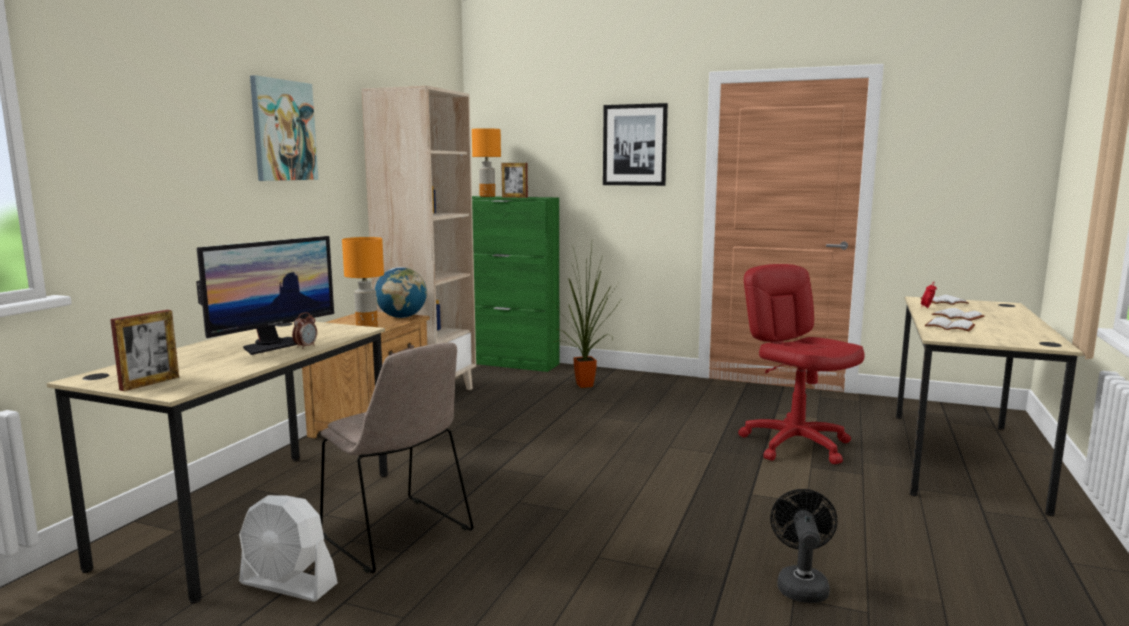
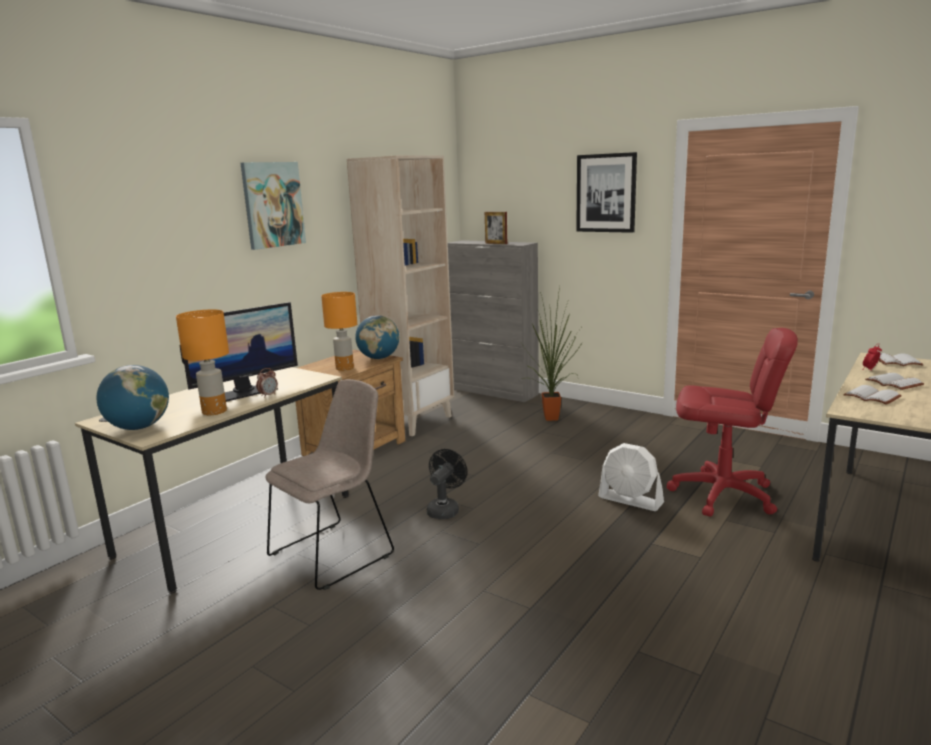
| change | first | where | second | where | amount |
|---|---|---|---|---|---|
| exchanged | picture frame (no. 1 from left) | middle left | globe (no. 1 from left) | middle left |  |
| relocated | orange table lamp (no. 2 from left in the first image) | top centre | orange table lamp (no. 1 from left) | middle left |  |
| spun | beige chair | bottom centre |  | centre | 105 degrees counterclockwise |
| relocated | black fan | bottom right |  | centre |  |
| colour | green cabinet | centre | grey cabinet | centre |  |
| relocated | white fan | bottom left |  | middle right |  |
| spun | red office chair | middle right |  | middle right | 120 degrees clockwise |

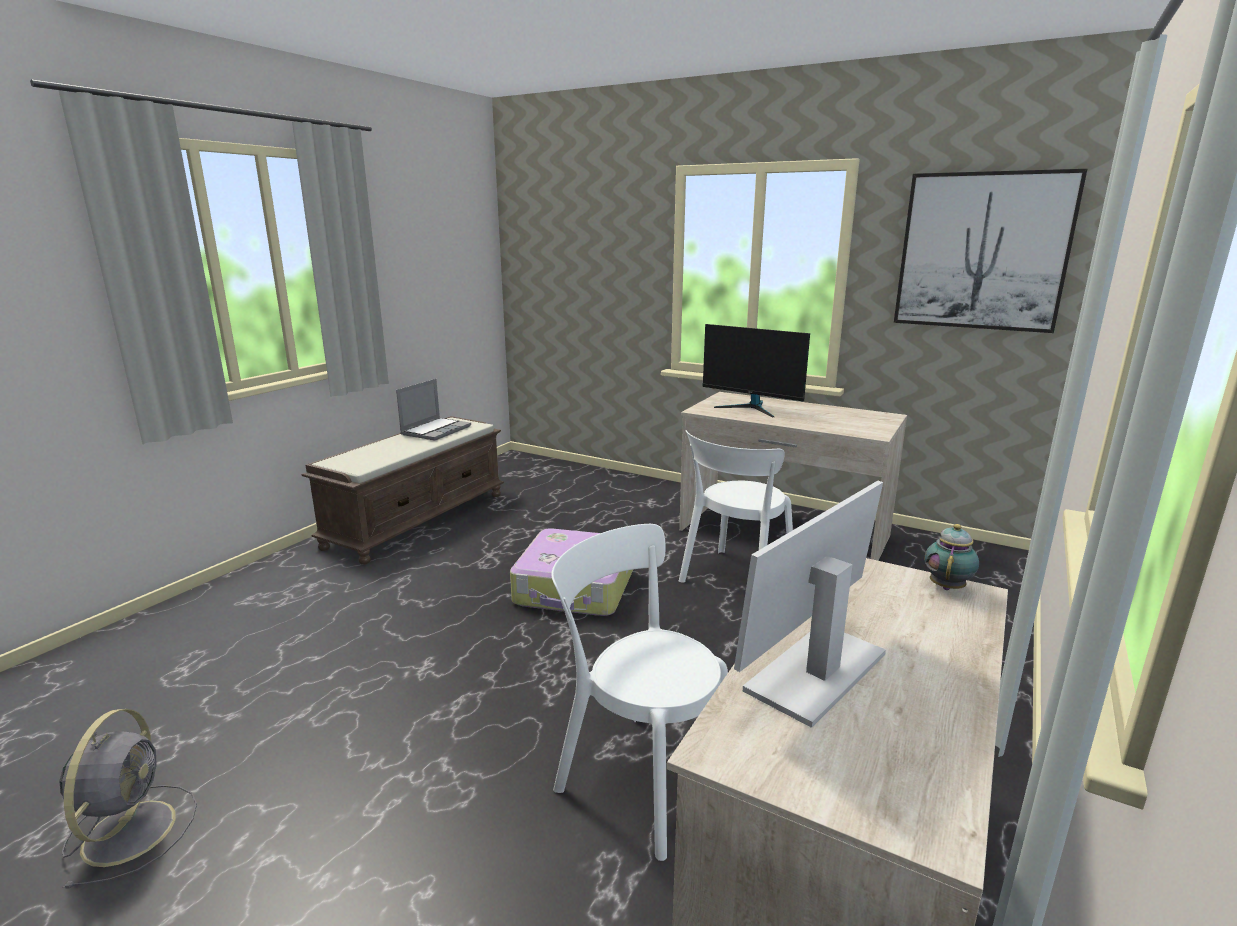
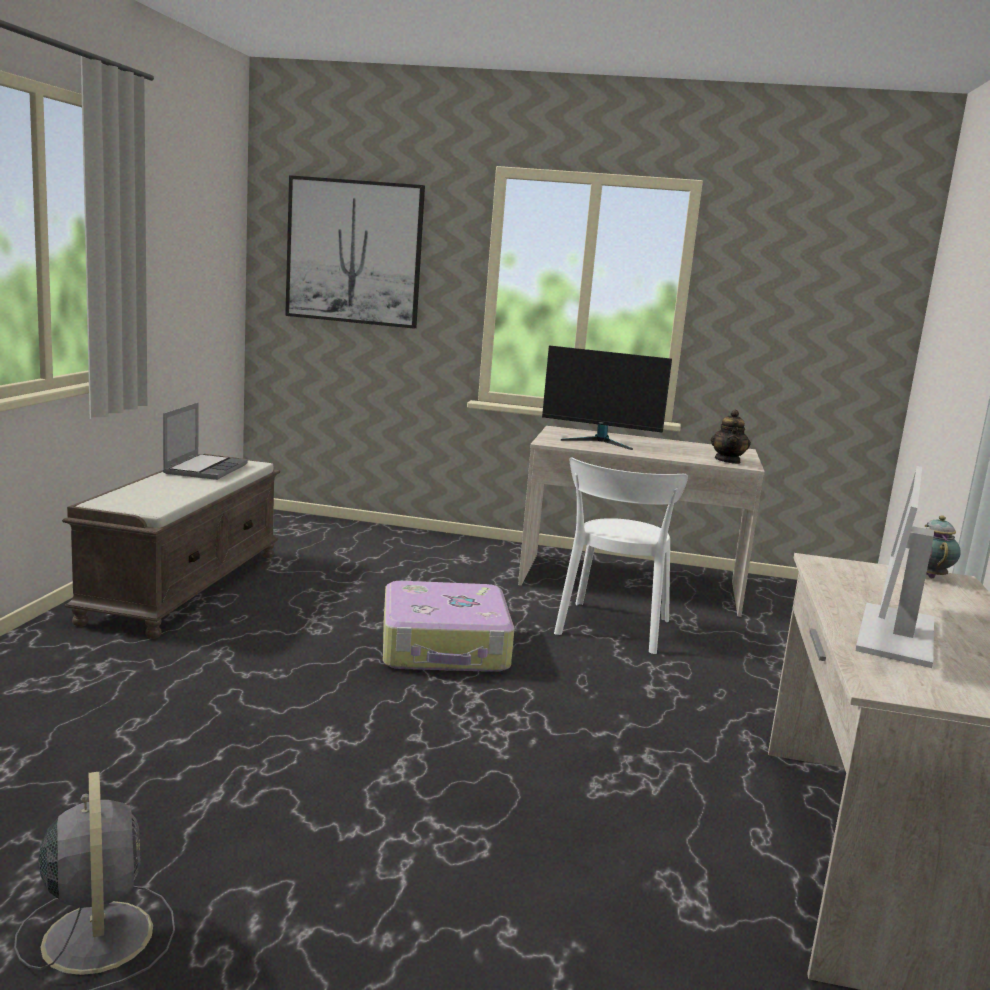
| change | first | where | second | where | amount |
|---|---|---|---|---|---|
| relocated | picture | top right |  | top centre |  |
| appeared |  |  | teapot (no. 1 from left) | middle right |  |
| missing | white chair (no. 1 from left) | bottom centre |  |  |  |

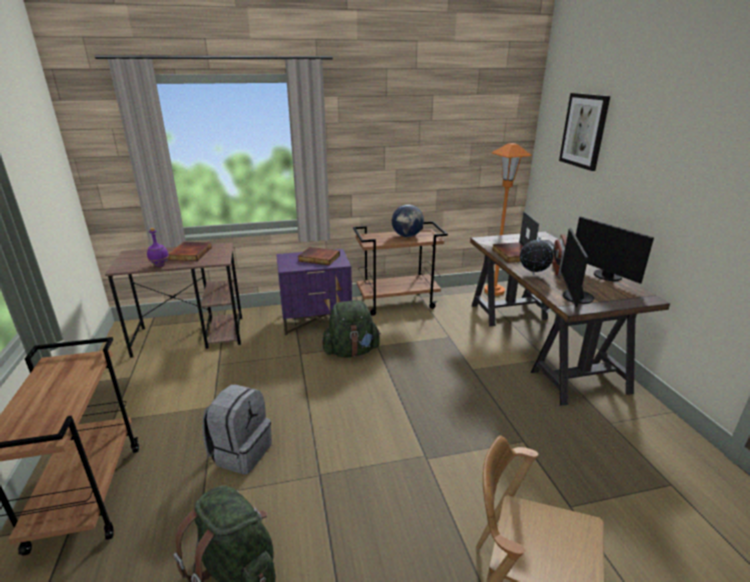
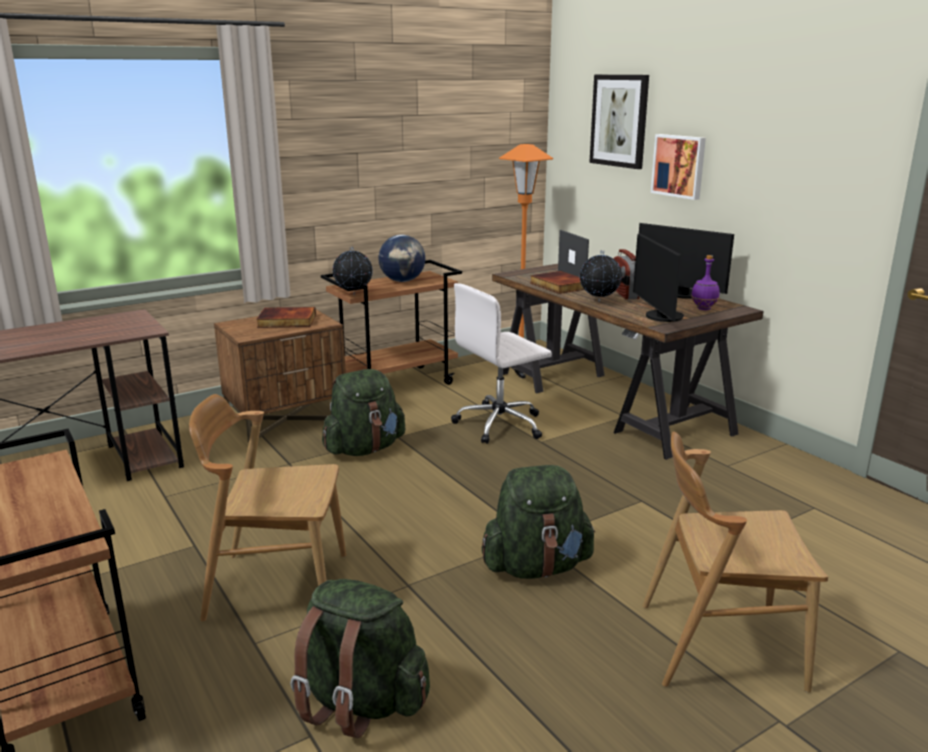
| change | first | where | second | where | amount |
|---|---|---|---|---|---|
| exchanged | grey backpack | bottom left | brown chair (no. 1 from left) | bottom left |  |
| colour | purple nightstand | centre | brown nightstand | middle left |  |
| appeared |  |  | globe (no. 1 from left) | centre |  |
| appeared |  |  | white office chair | centre |  |
| appeared |  |  | green backpack (no. 3 from left) | bottom centre |  |
| appeared |  |  | picture (no. 2 from left) | top right |  |
| relocated | purple bottle | middle left |  | middle right |  |
| missing | book (no. 1 from left) | middle left |  |  |  |

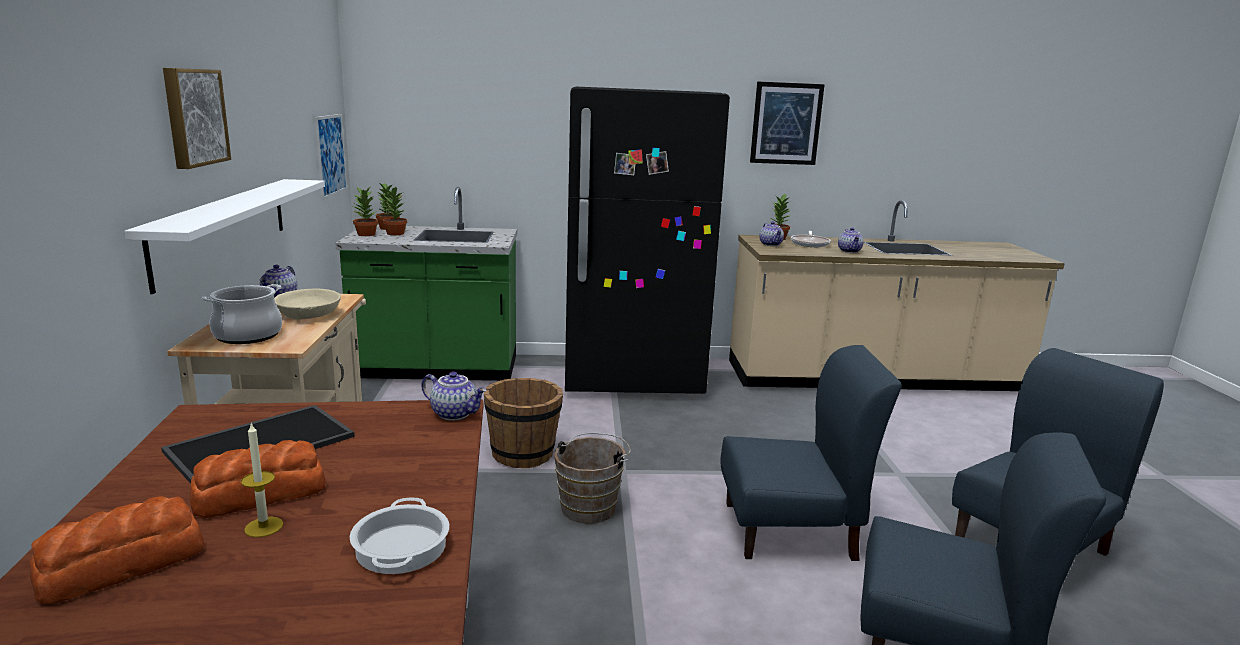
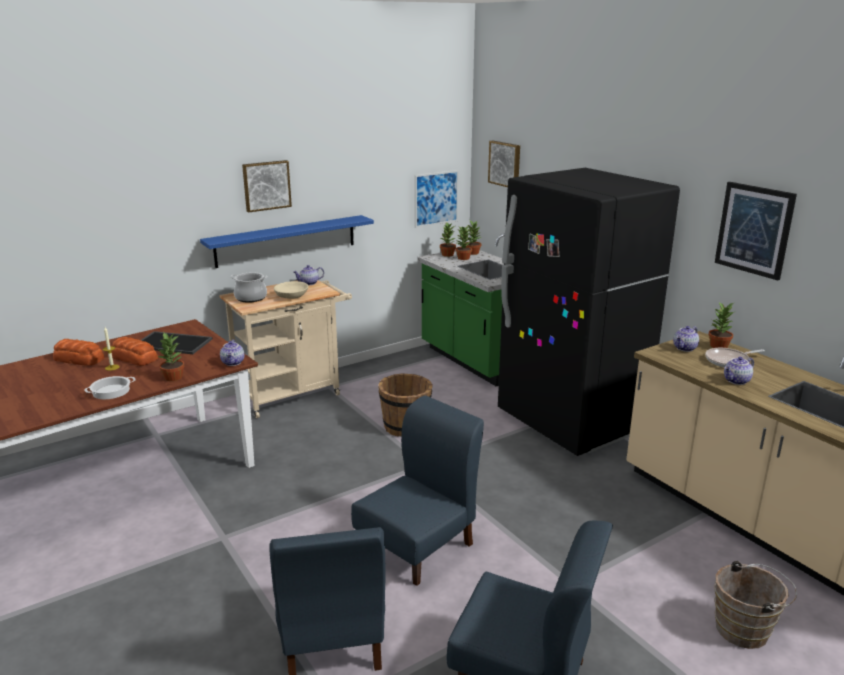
| change | first | where | second | where | amount |
|---|---|---|---|---|---|
| appeared |  |  | potted plant (no. 1 from left) | middle left |  |
| colour | white shelf | middle left | blue shelf | centre |  |
| spun | blue chair (no. 1 from left in the first image) | bottom centre | blue chair (no. 2 from left) | bottom centre | 105 degrees counterclockwise |
| appeared |  |  | picture (no. 3 from left) | top centre |  |
| relocated | brown bucket (no. 2 from left) | bottom centre |  | bottom right |  |

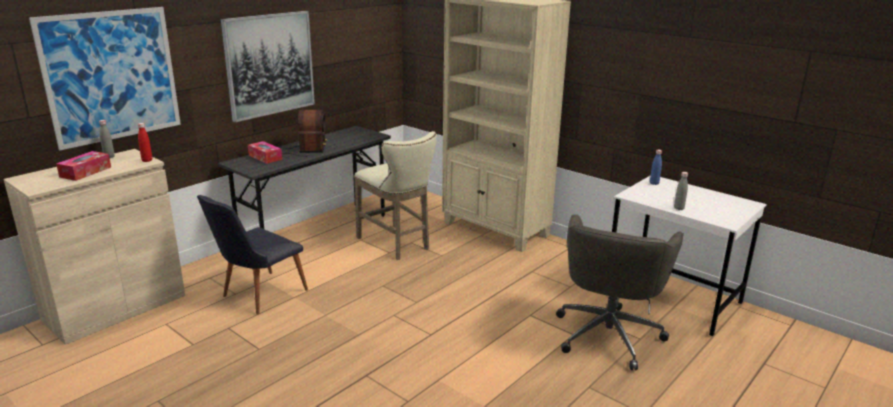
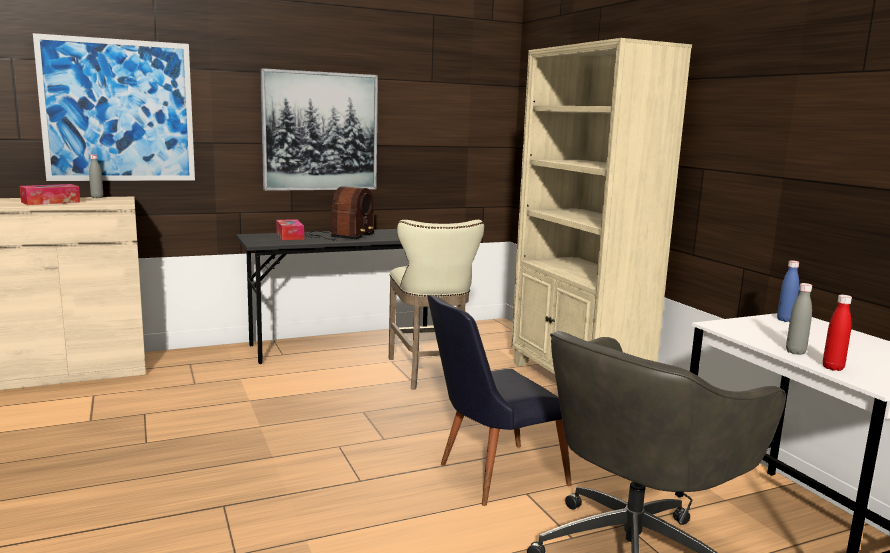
| change | first | where | second | where | amount |
|---|---|---|---|---|---|
| relocated | black chair | middle left |  | bottom centre |  |
| relocated | red bottle | middle left |  | middle right |  |

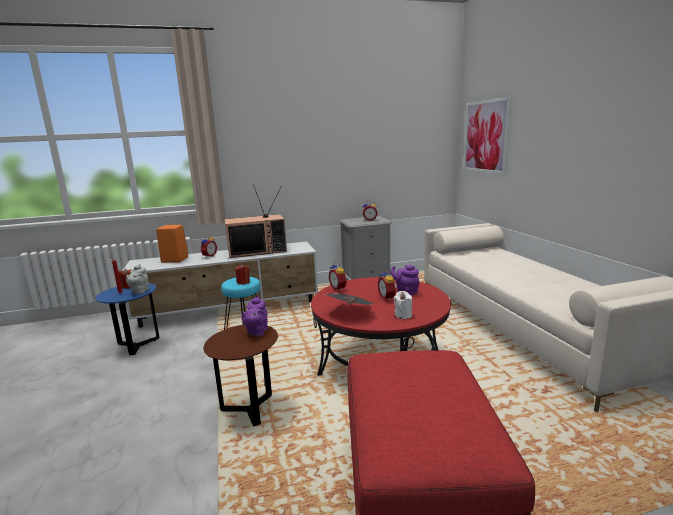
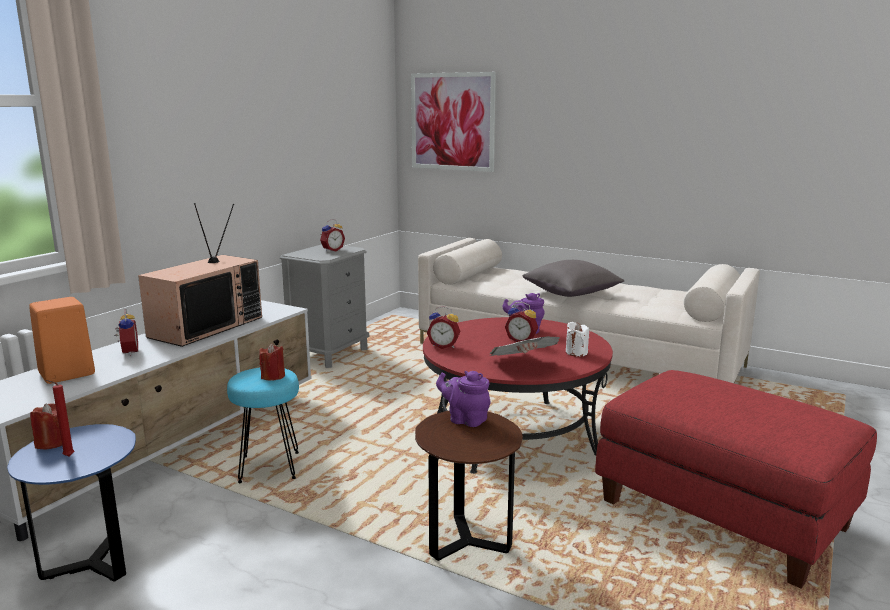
| change | first | where | second | where | amount |
|---|---|---|---|---|---|
| spun | purple teapot (no. 1 from left) | centre |  | centre | 150 degrees clockwise |
| appeared |  |  | grey pillow | centre |  |
| missing | grey teapot | middle left |  |  |  |

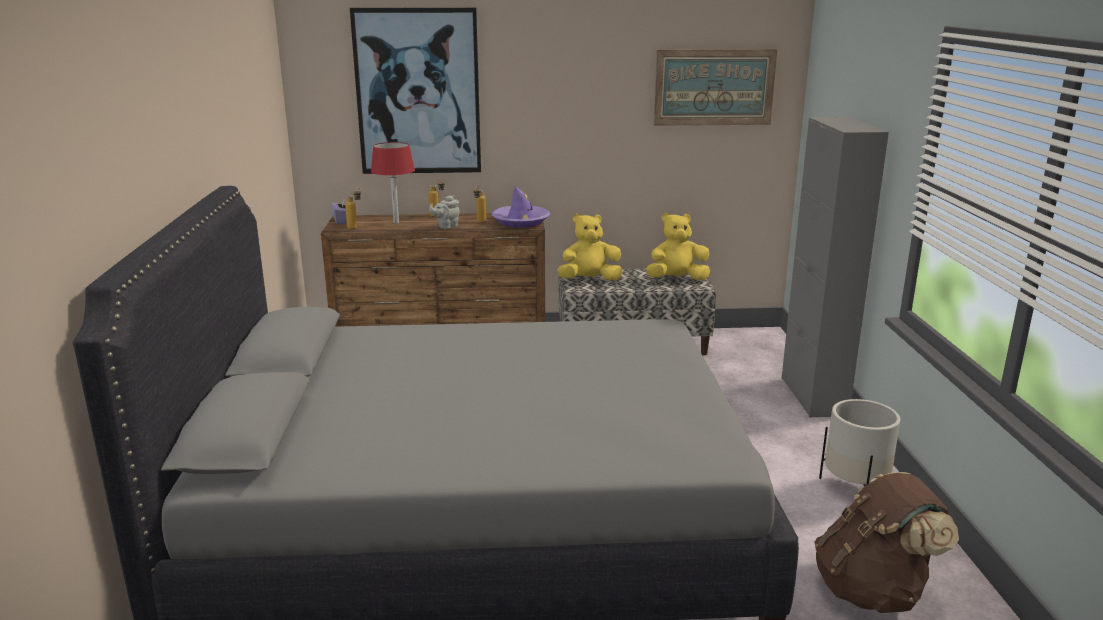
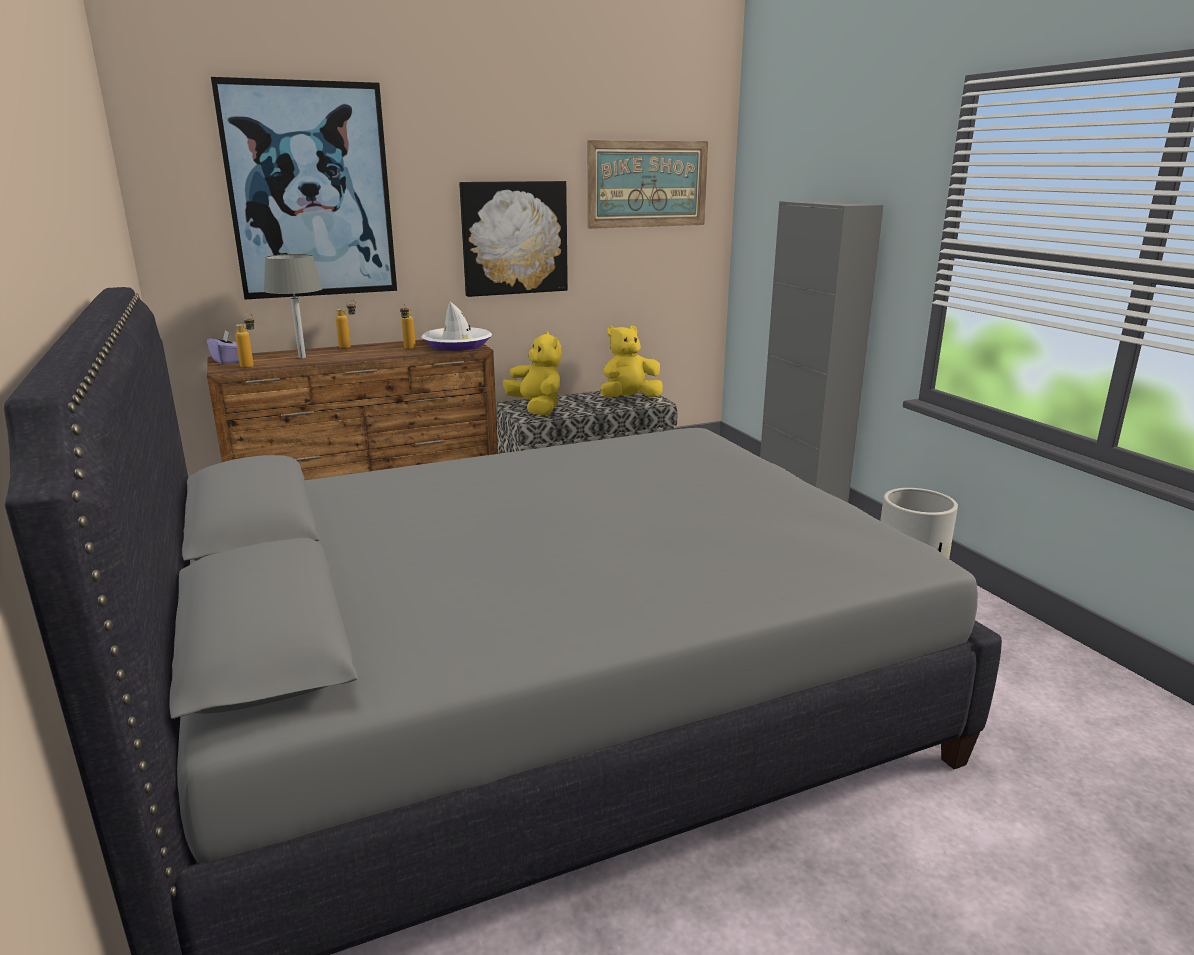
| change | first | where | second | where | amount |
|---|---|---|---|---|---|
| colour | red table lamp | top centre | grey table lamp | top left |  |
| colour | purple hat | centre | white hat | centre |  |
| appeared |  |  | picture (no. 2 from left) | top centre |  |
| spun | yellow plush toy (no. 1 from left) | centre |  | centre | 90 degrees clockwise |
| missing | grey teapot | centre |  |  |  |
| missing | brown backpack | bottom right |  |  |  |

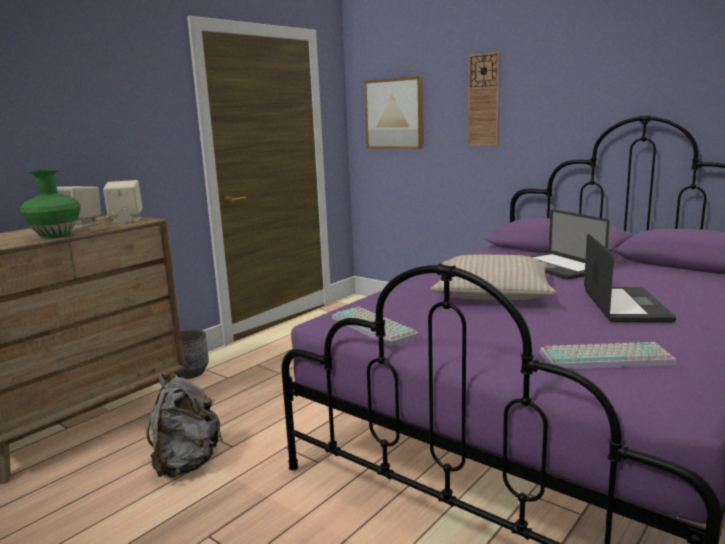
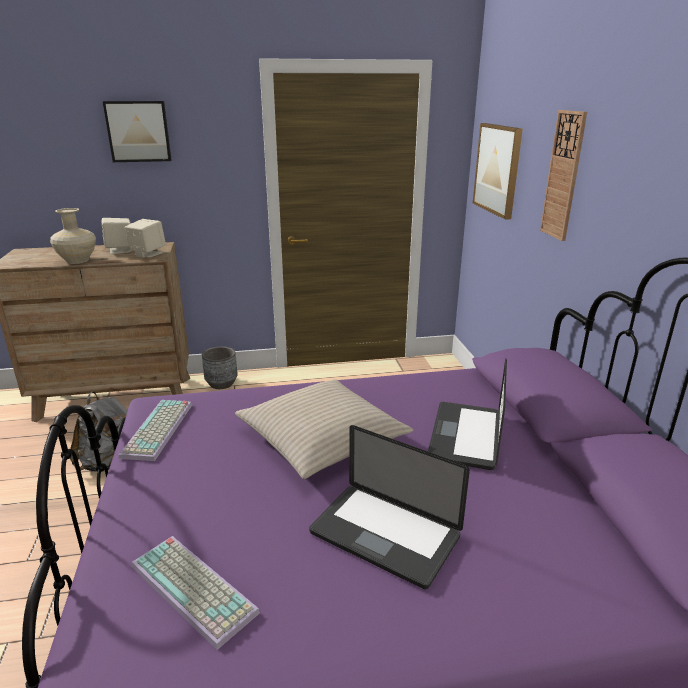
| change | first | where | second | where | amount |
|---|---|---|---|---|---|
| colour | green vase | middle left | beige vase | middle left |  |
| appeared |  |  | picture (no. 1 from left) | top left |  |
| spun | laptop (no. 2 from left in the first image) | middle right | laptop (no. 1 from left) | bottom centre | 75 degrees clockwise |

